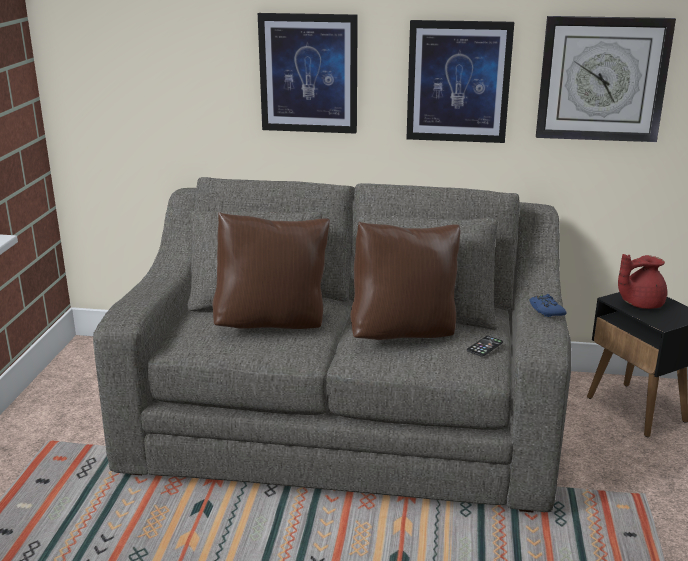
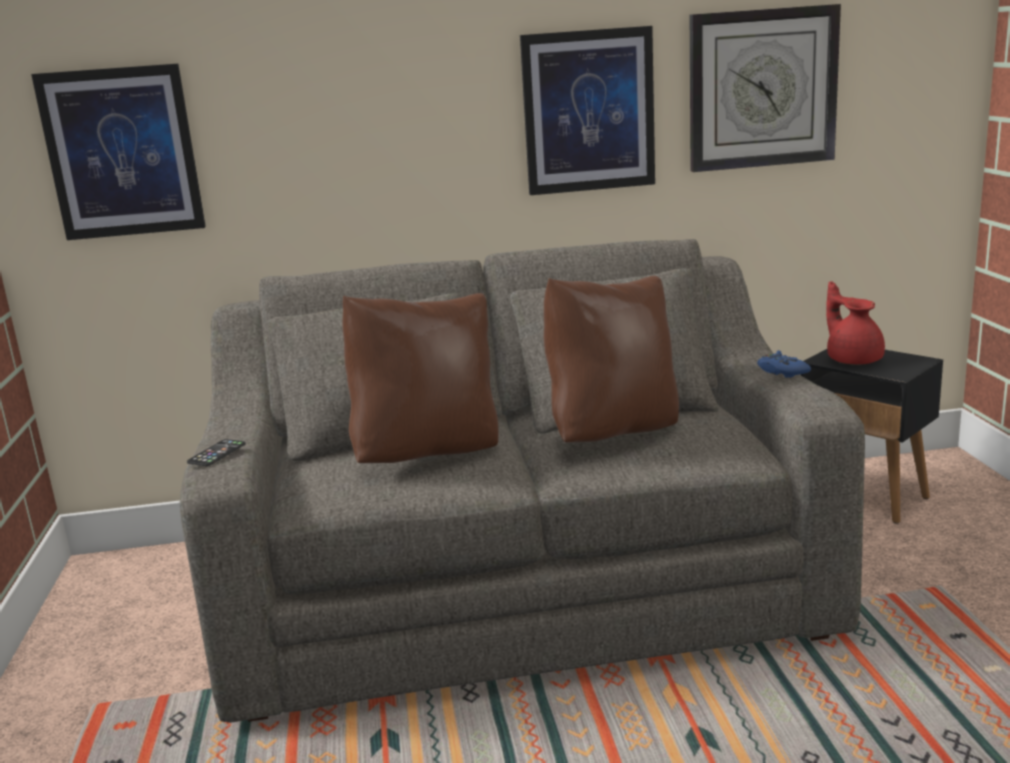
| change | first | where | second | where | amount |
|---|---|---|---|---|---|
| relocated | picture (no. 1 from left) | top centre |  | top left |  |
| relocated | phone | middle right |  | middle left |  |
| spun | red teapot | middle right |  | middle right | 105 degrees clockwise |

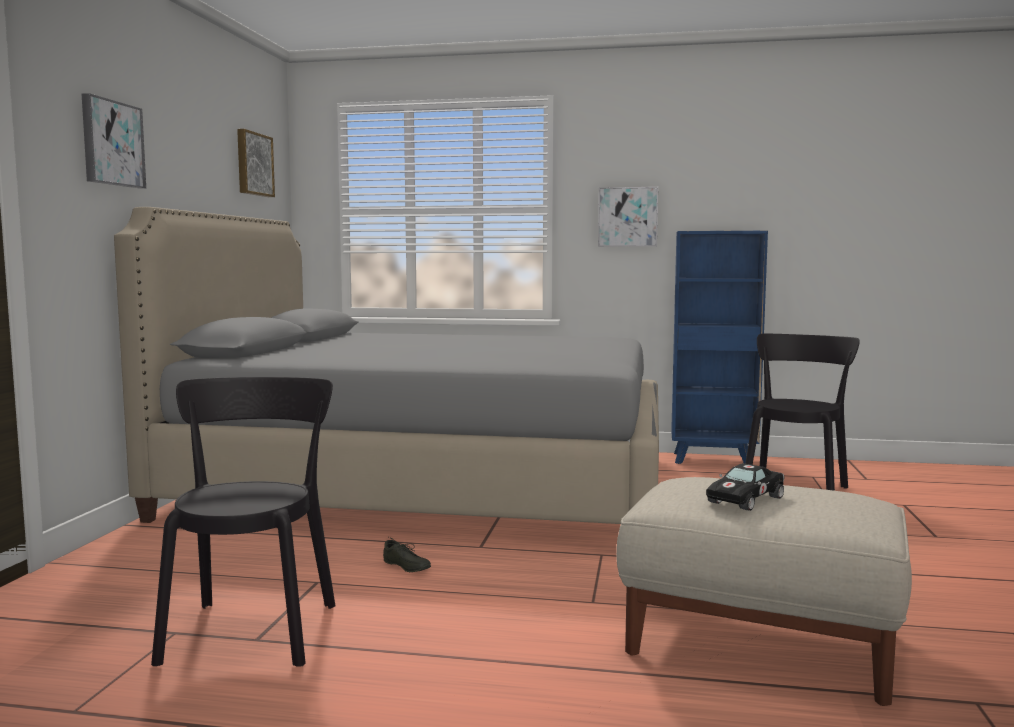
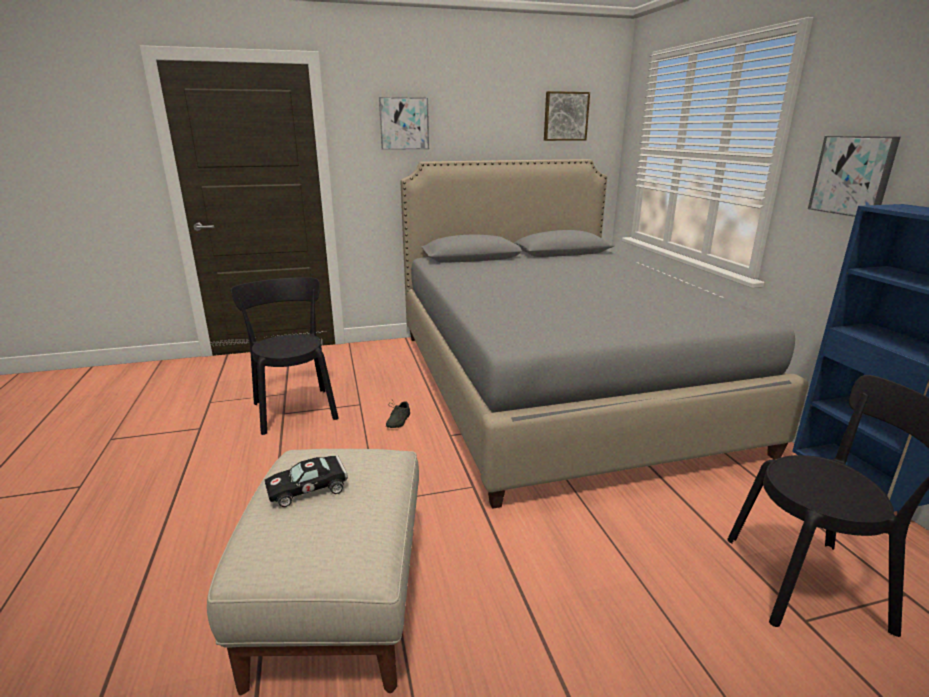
| change | first | where | second | where | amount |
|---|---|---|---|---|---|
| spun | black chair (no. 1 from left) | bottom left |  | middle left | 90 degrees counterclockwise |
| spun | black toy car | bottom right |  | bottom left | 45 degrees counterclockwise |

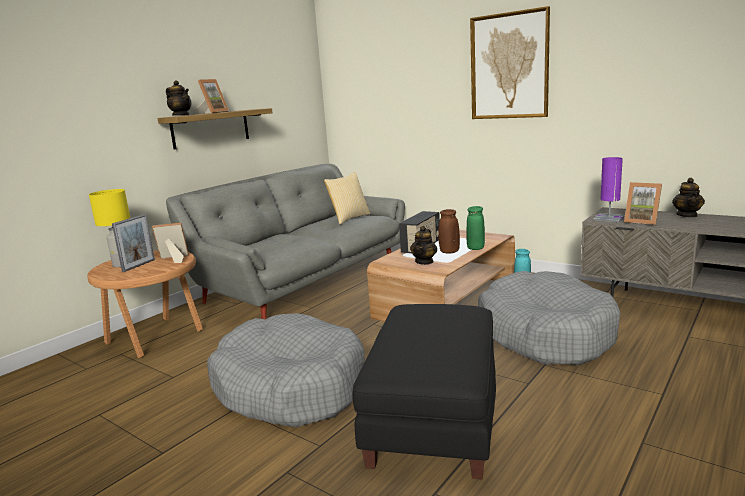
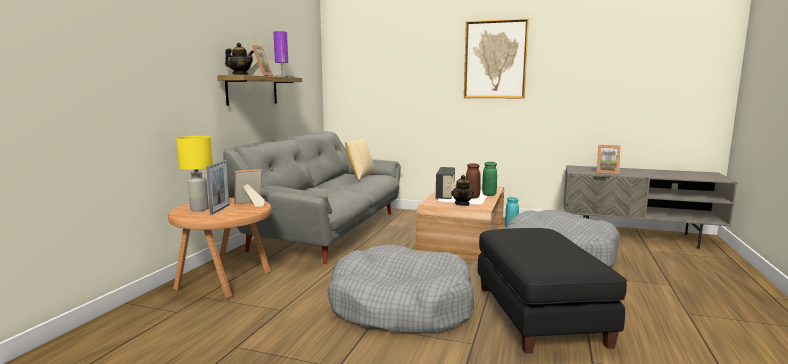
| change | first | where | second | where | amount |
|---|---|---|---|---|---|
| relocated | purple table lamp | middle right |  | top centre |  |
| missing | teapot (no. 3 from left) | middle right |  |  |  |

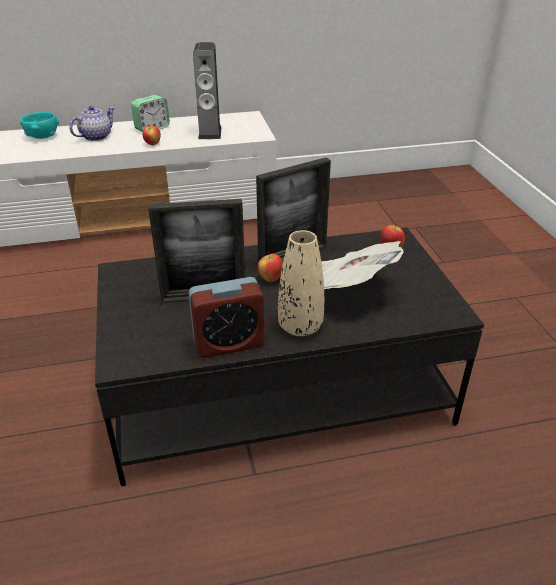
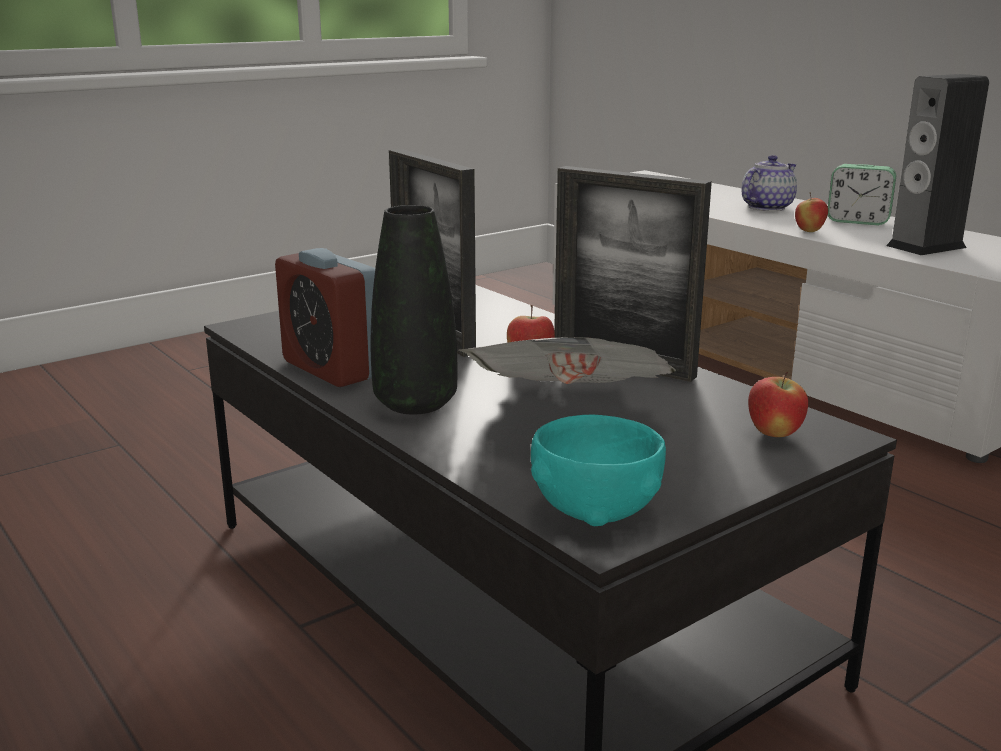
| change | first | where | second | where | amount |
|---|---|---|---|---|---|
| colour | beige vase | centre | black vase | centre |  |
| relocated | turquoise bowl | top left |  | centre |  |
| spun | teapot | top left |  | top right | 60 degrees counterclockwise |

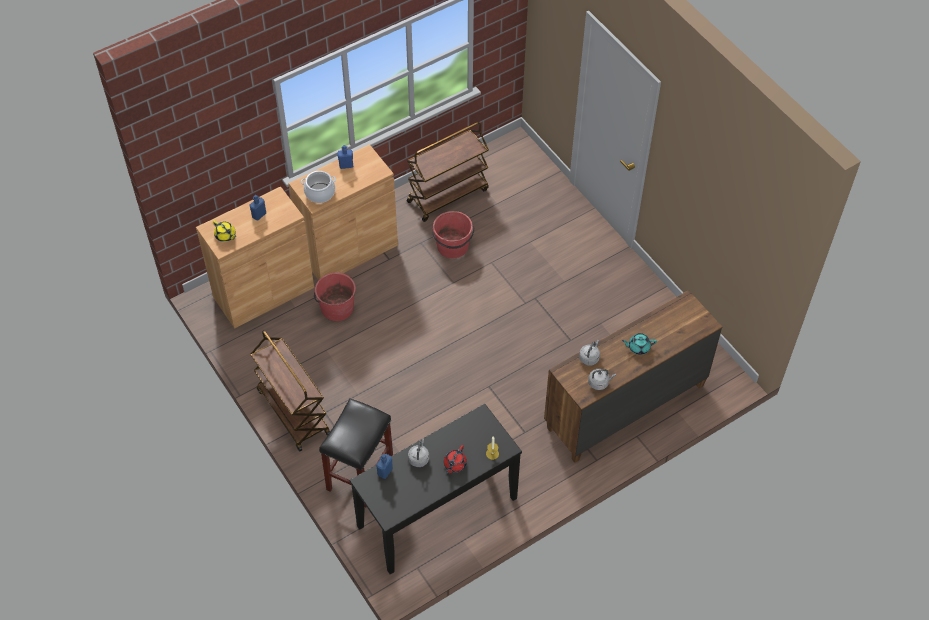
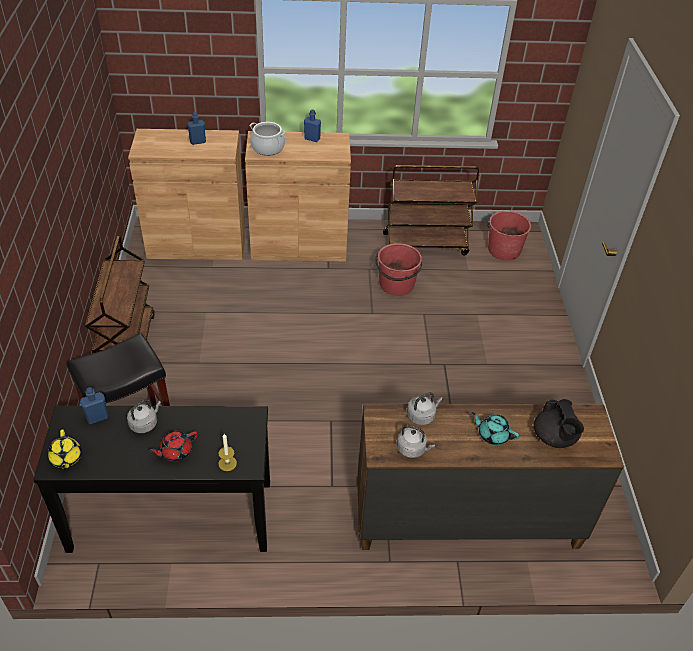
| change | first | where | second | where | amount |
|---|---|---|---|---|---|
| relocated | yellow teapot | middle left |  | bottom left |  |
| relocated | red bucket (no. 1 from left in the first image) | centre | red bucket (no. 2 from left) | middle right |  |
| appeared |  |  | black teapot | middle right |  |

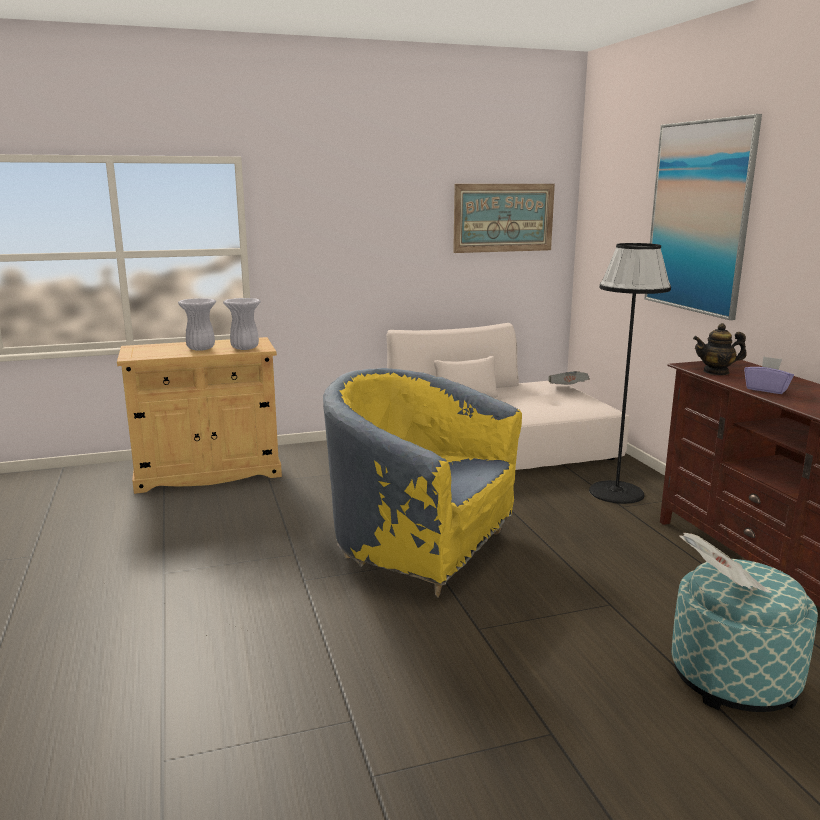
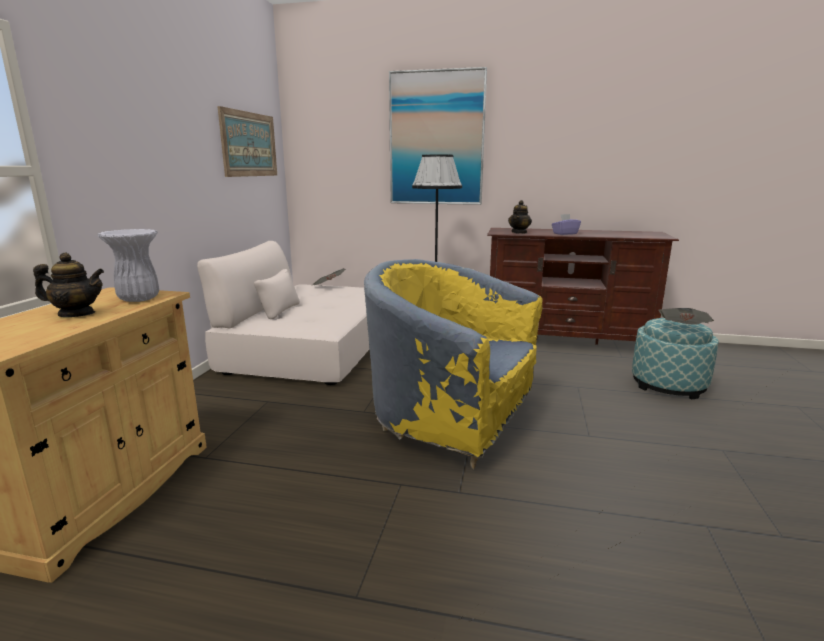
| change | first | where | second | where | amount |
|---|---|---|---|---|---|
| exchanged | white vase (no. 1 from left) | middle left | teapot (no. 1 from left) | middle left |  |
| spun | yellow armchair | centre |  | centre | 60 degrees clockwise |

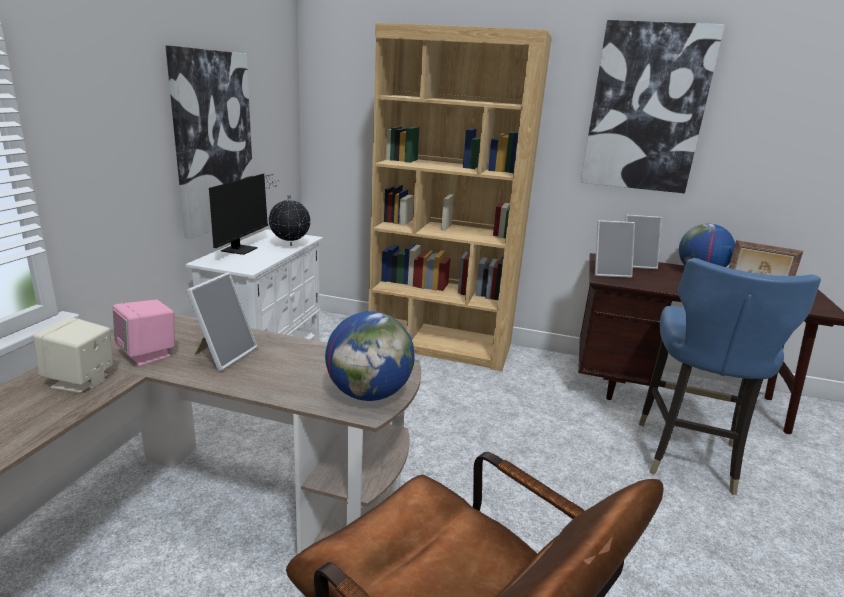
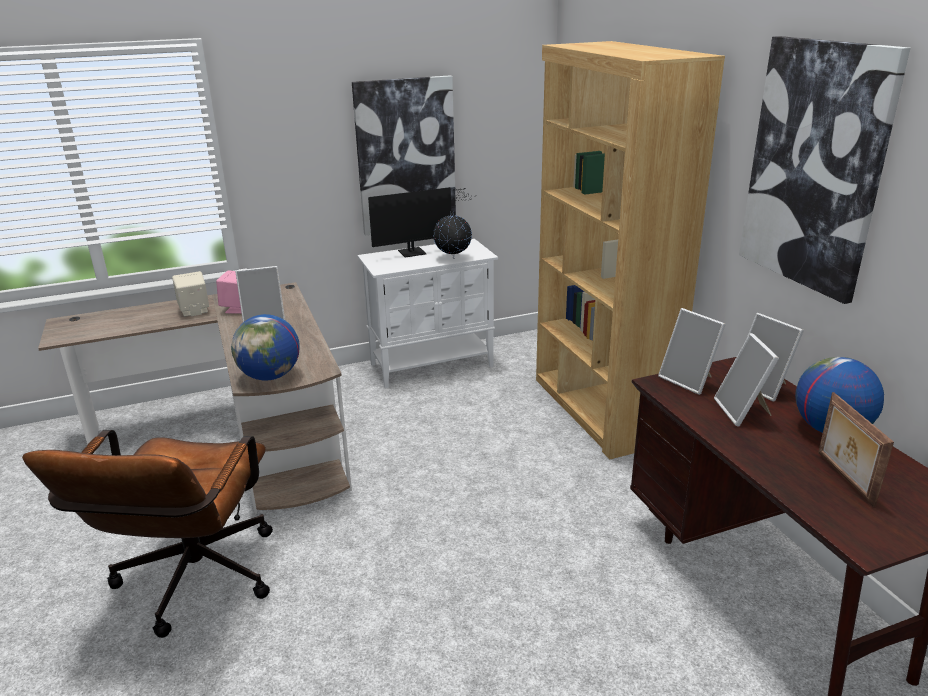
| change | first | where | second | where | amount |
|---|---|---|---|---|---|
| appeared |  |  | picture frame (no. 3 from left) | middle right |  |
| missing | blue chair | middle right |  |  |  |

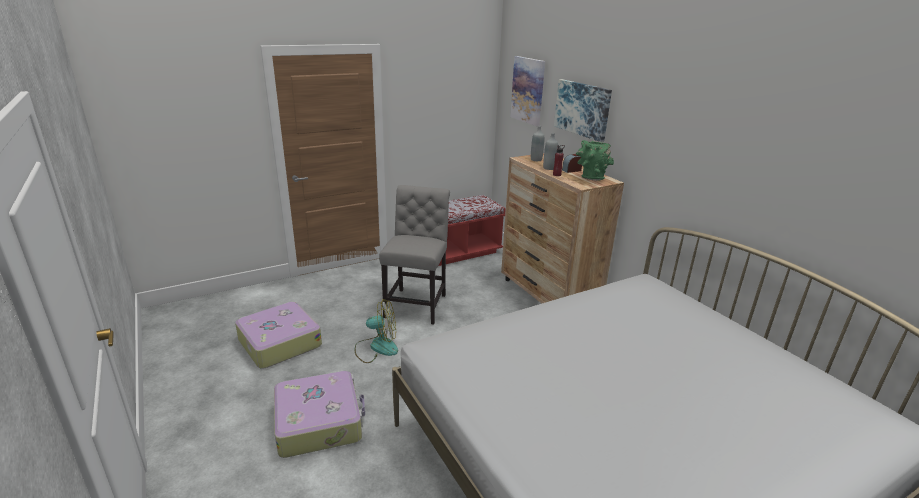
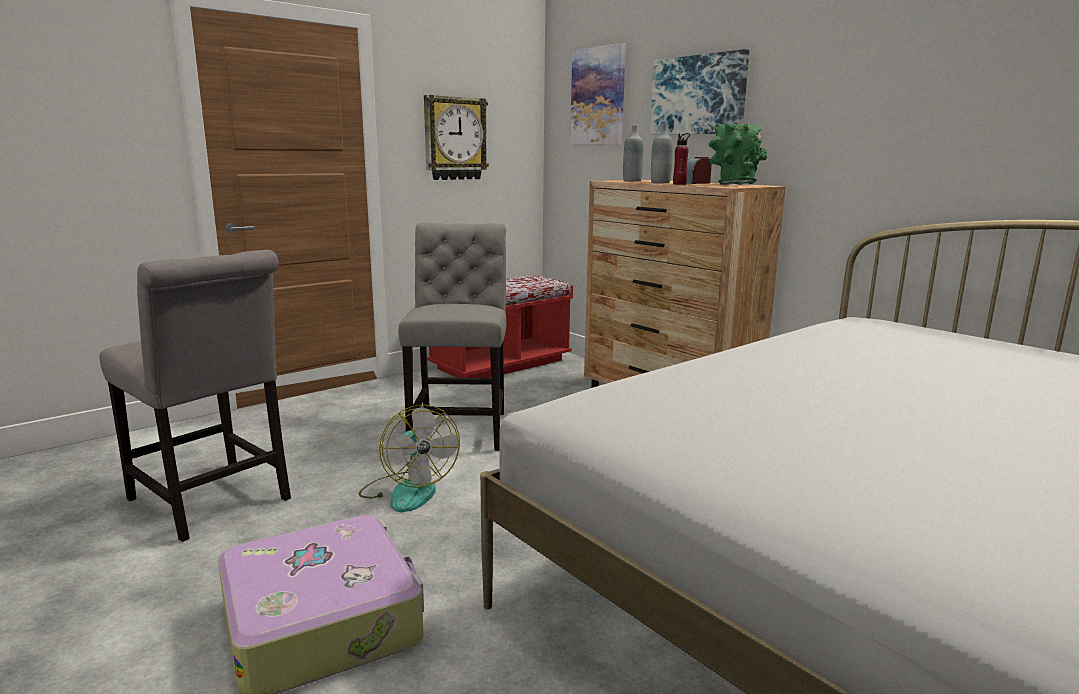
| change | first | where | second | where | amount |
|---|---|---|---|---|---|
| exchanged | suitcase (no. 1 from left) | bottom left | grey chair (no. 1 from left) | middle left |  |
| spun | fan | centre |  | centre | 75 degrees clockwise |
| appeared |  |  | wall clock | top centre |  |

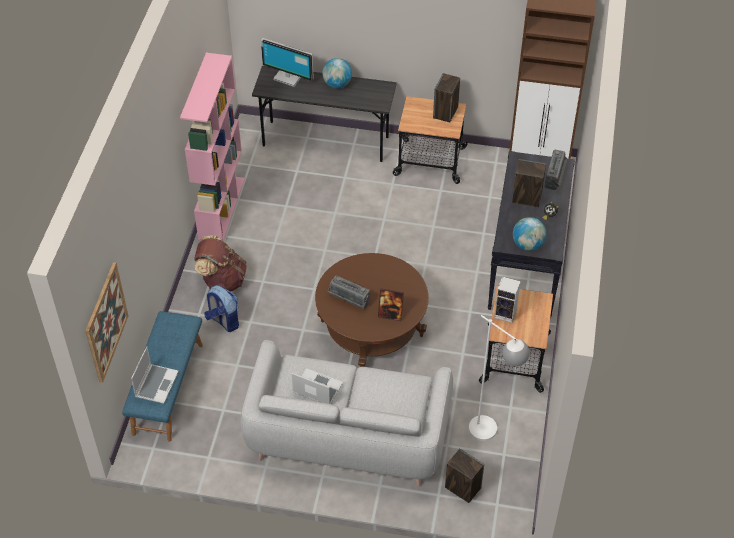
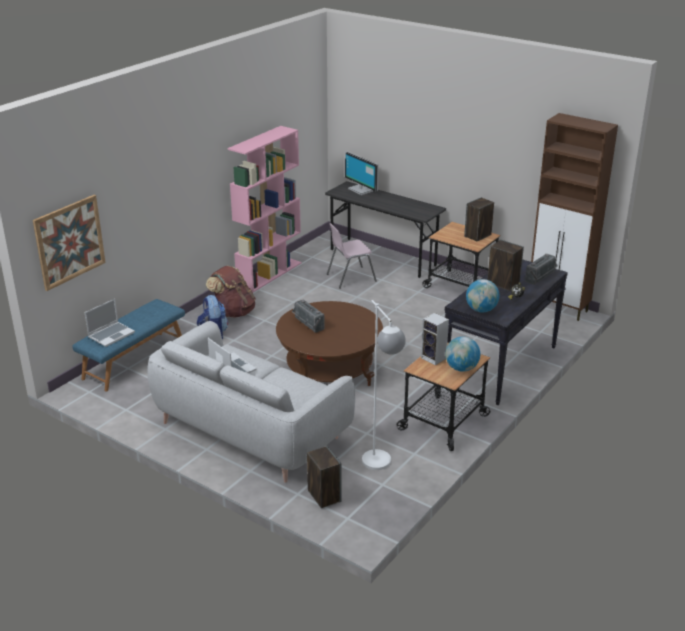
| change | first | where | second | where | amount |
|---|---|---|---|---|---|
| appeared |  |  | pink chair | centre |  |
| relocated | globe (no. 1 from left) | top centre |  | middle right |  |
| missing | picture frame | centre |  |  |  |

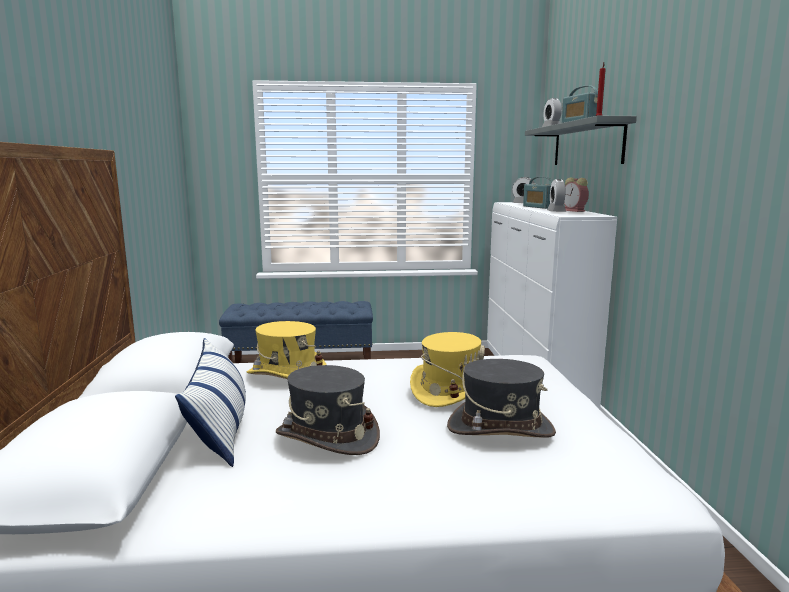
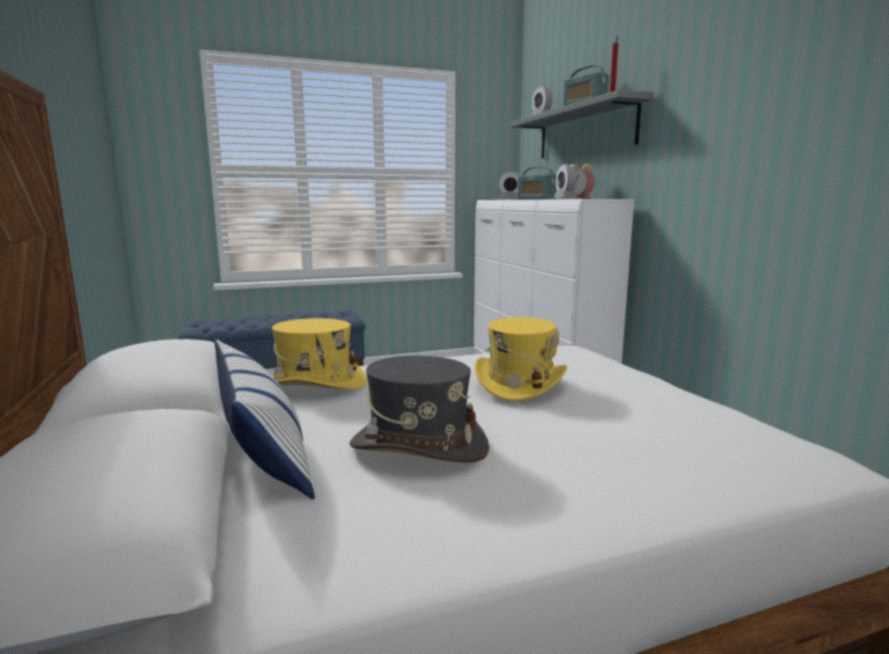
| change | first | where | second | where | amount |
|---|---|---|---|---|---|
| missing | grey hat (no. 2 from left) | bottom centre |  |  |  |

